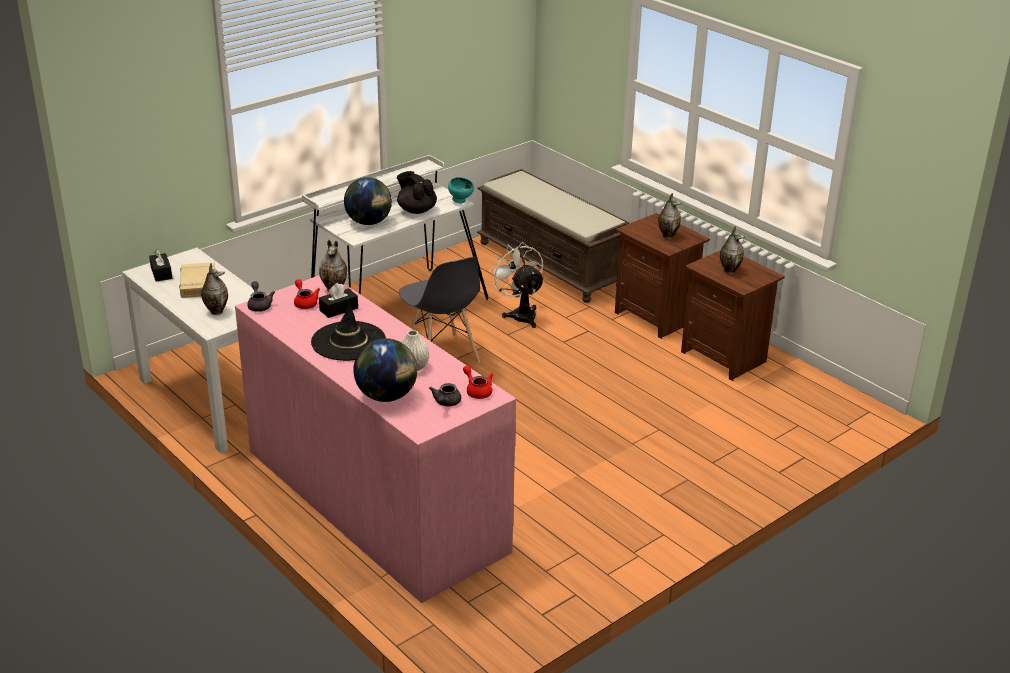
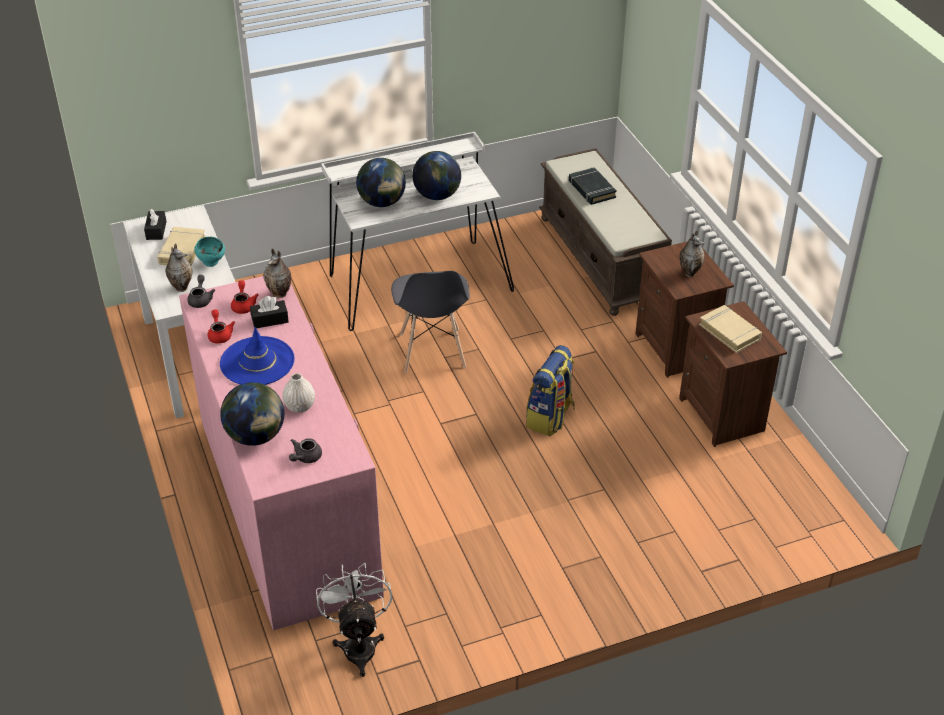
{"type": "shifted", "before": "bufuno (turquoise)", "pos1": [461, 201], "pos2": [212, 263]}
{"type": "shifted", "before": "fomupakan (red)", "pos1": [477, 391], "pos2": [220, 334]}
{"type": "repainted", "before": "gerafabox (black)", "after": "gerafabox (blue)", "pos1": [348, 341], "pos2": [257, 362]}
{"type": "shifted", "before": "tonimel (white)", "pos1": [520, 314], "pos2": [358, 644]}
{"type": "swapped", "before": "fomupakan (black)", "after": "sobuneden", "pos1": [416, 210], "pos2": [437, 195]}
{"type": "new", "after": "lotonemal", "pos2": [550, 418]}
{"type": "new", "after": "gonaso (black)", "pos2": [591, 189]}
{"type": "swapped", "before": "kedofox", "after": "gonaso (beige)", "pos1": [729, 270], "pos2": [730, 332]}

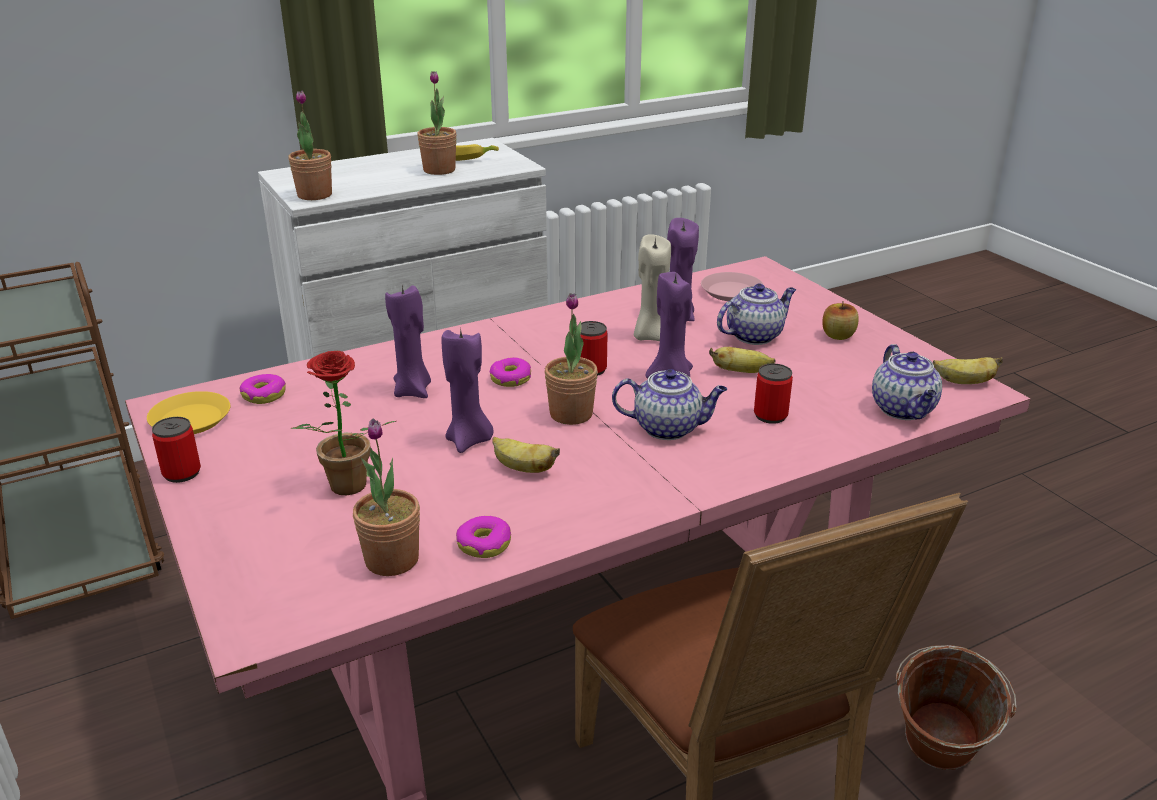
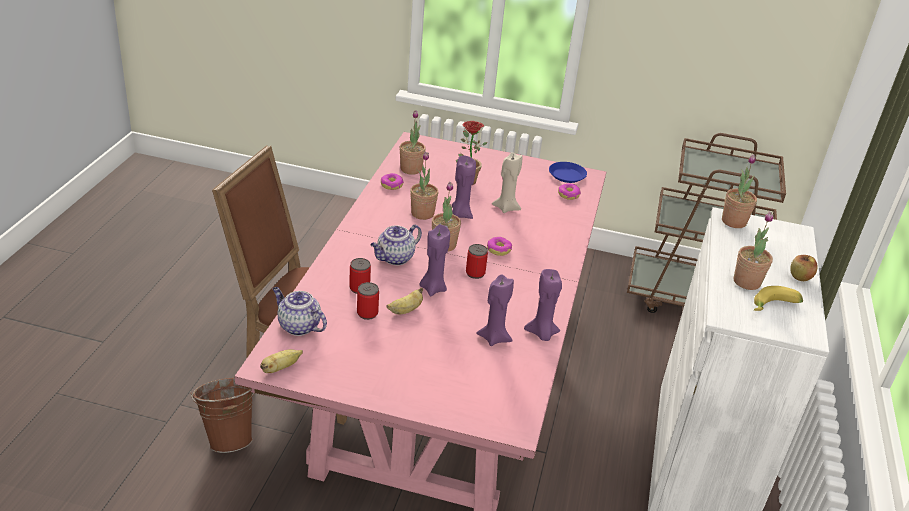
{"type": "shifted", "before": "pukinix", "pos1": [182, 473], "pos2": [367, 313]}
{"type": "swapped", "before": "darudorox", "after": "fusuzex", "pos1": [522, 468], "pos2": [422, 213]}
{"type": "shifted", "before": "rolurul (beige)", "pos1": [650, 336], "pos2": [506, 208]}
{"type": "shifted", "before": "rolurul (purple)", "pos1": [413, 391], "pos2": [542, 334]}
{"type": "repainted", "before": "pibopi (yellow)", "after": "pibopi (blue)", "pos1": [191, 420], "pos2": [566, 175]}
{"type": "shifted", "before": "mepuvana", "pos1": [838, 336], "pos2": [800, 277]}
{"type": "gone", "before": "pibopi (pink)", "pos1": [731, 292]}
{"type": "gone", "before": "fomupakan", "pos1": [754, 336]}

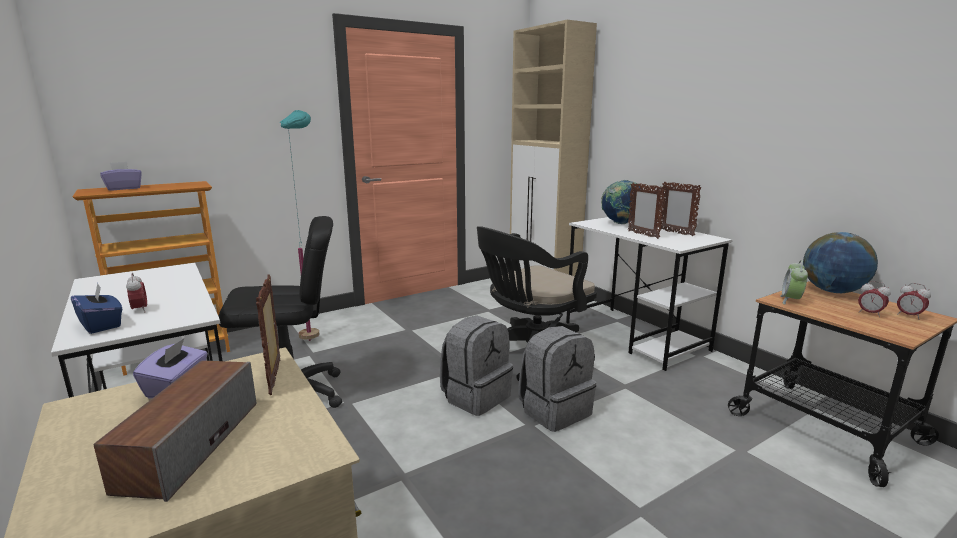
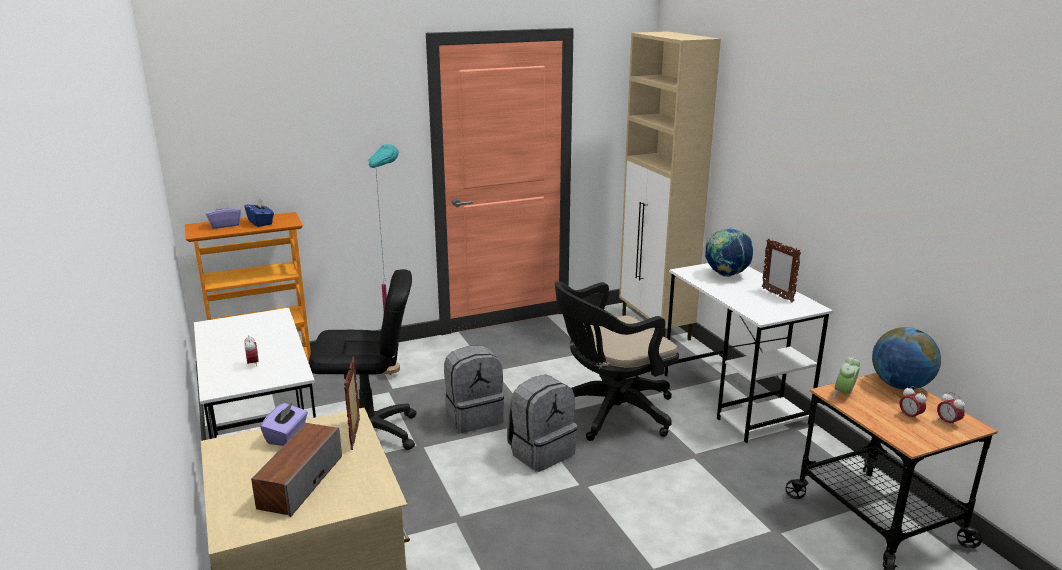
{"type": "shifted", "before": "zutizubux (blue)", "pos1": [101, 324], "pos2": [261, 222]}
{"type": "shifted", "before": "lotonemal (grey)", "pos1": [554, 410], "pos2": [474, 417]}
{"type": "gone", "before": "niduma", "pos1": [643, 235]}

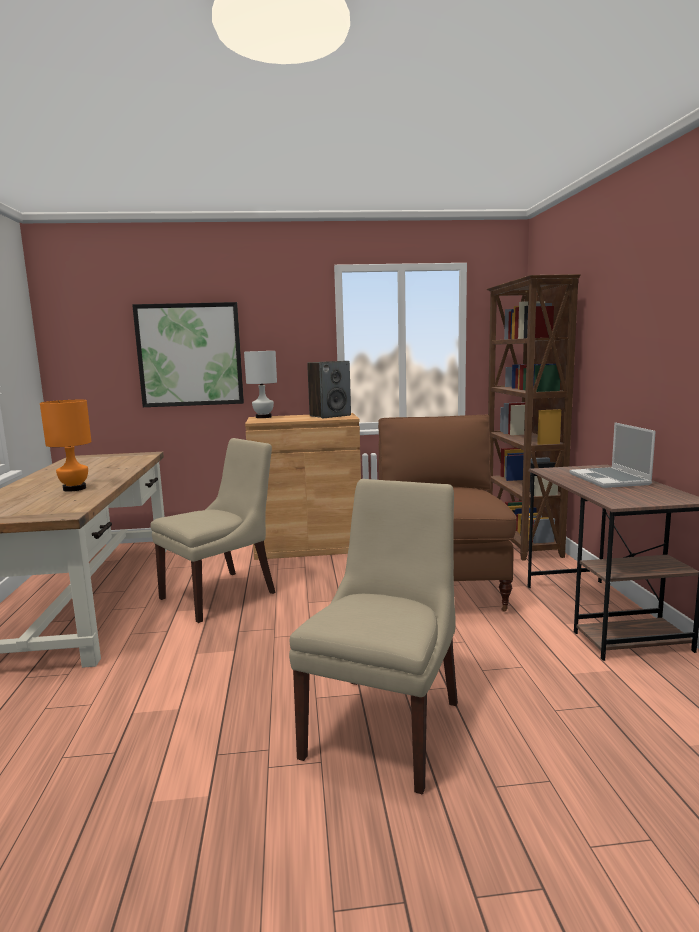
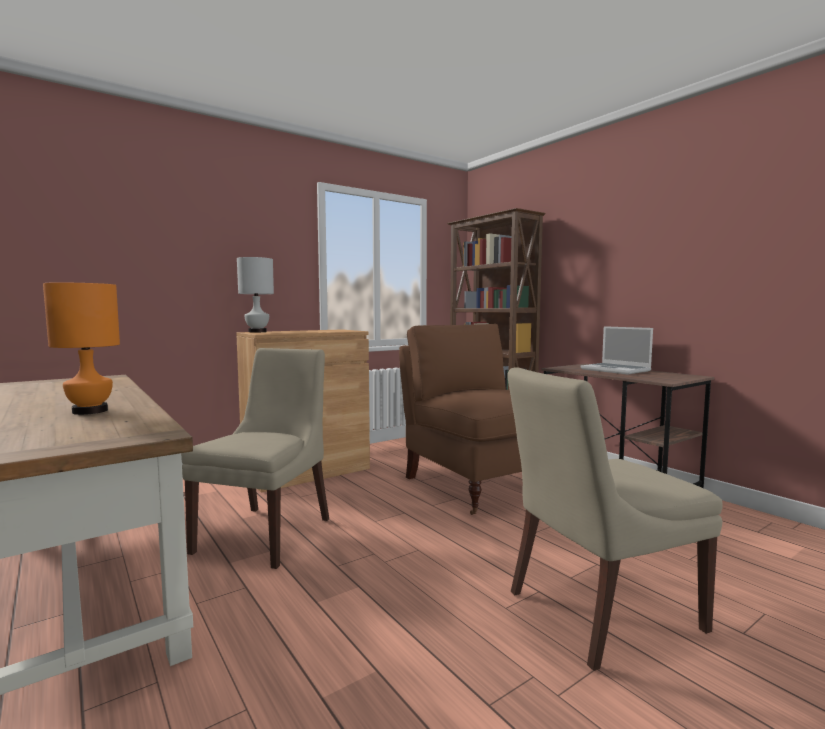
{"type": "rotated", "before": "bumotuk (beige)", "pos1": [385, 725], "pos2": [598, 612], "turn": -105}
{"type": "gone", "before": "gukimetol", "pos1": [190, 355]}
{"type": "gone", "before": "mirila", "pos1": [330, 416]}

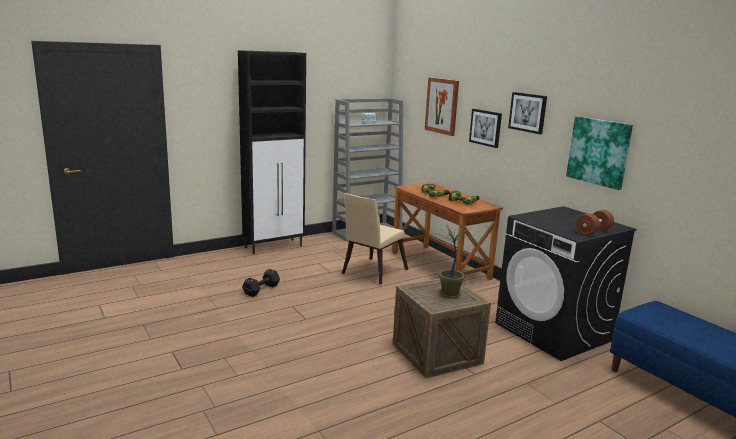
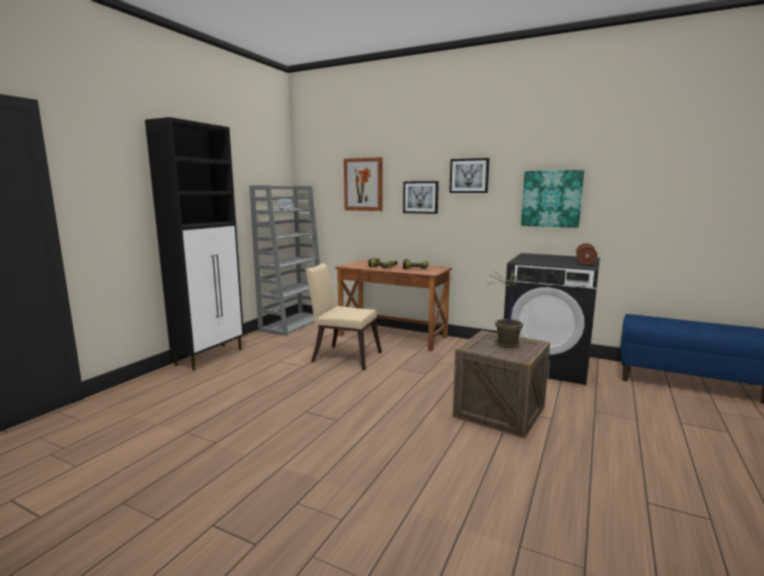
{"type": "rotated", "before": "bumotuk (beige)", "pos1": [371, 272], "pos2": [343, 356], "turn": 105}
{"type": "gone", "before": "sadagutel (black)", "pos1": [260, 290]}

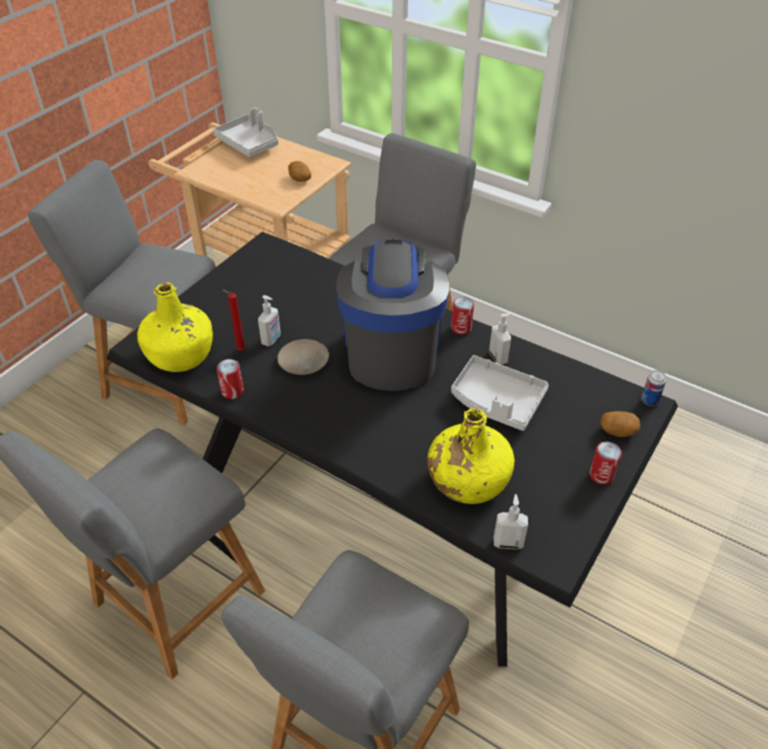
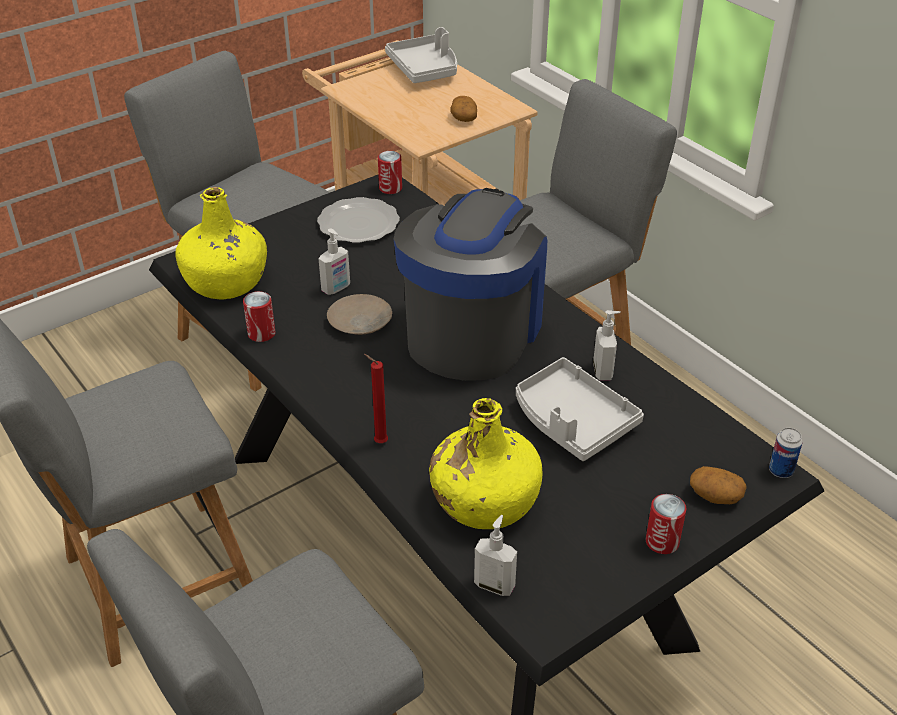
{"type": "new", "after": "pibopi", "pos2": [357, 223]}
{"type": "shifted", "before": "rolurul (red)", "pos1": [239, 350], "pos2": [378, 442]}
{"type": "shifted", "before": "pukinix", "pos1": [461, 328], "pos2": [390, 188]}

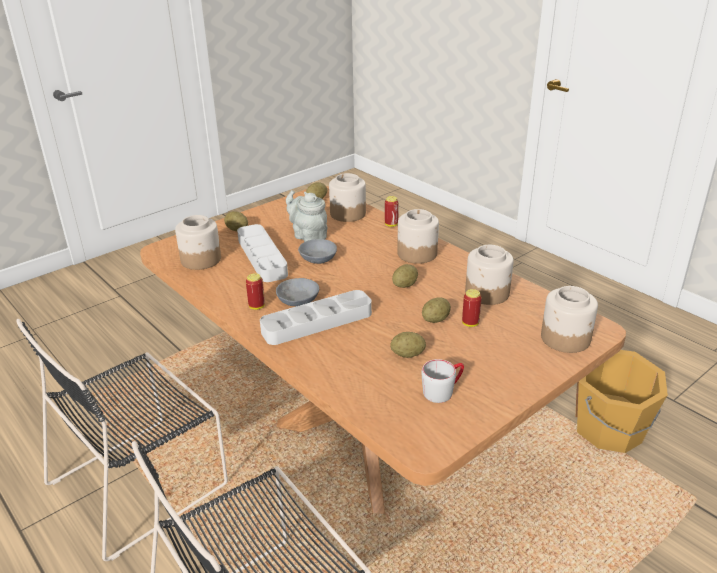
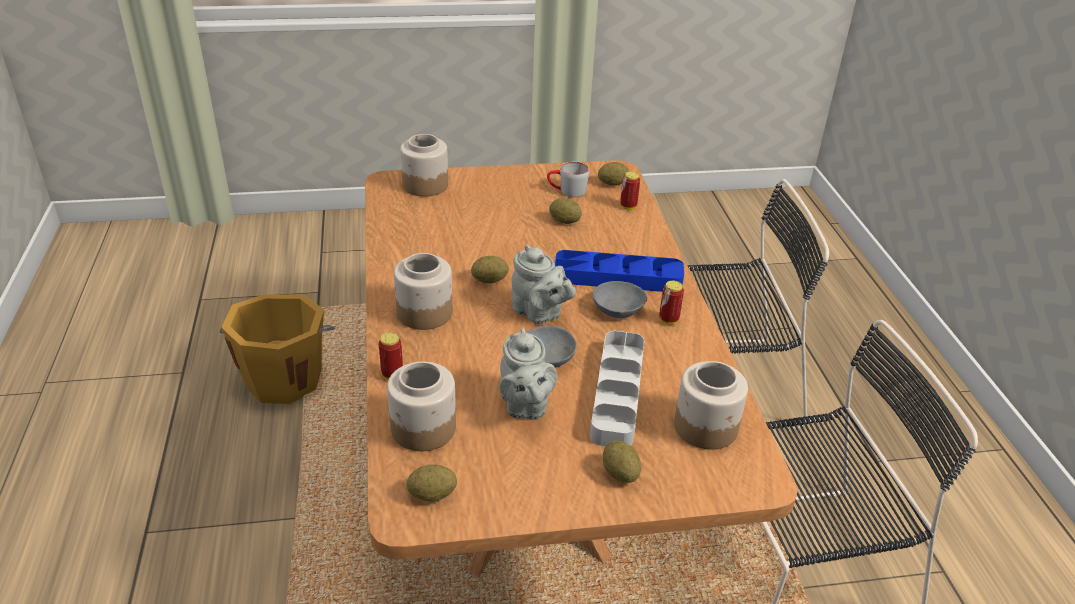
{"type": "new", "after": "fomupakan (grey)", "pos2": [539, 313]}
{"type": "repainted", "before": "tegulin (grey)", "after": "tegulin (blue)", "pos1": [317, 322], "pos2": [618, 277]}
{"type": "shifted", "before": "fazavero", "pos1": [435, 320], "pos2": [612, 184]}
{"type": "shifted", "before": "pukinix", "pos1": [470, 323], "pos2": [628, 207]}
{"type": "gone", "before": "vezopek", "pos1": [487, 293]}

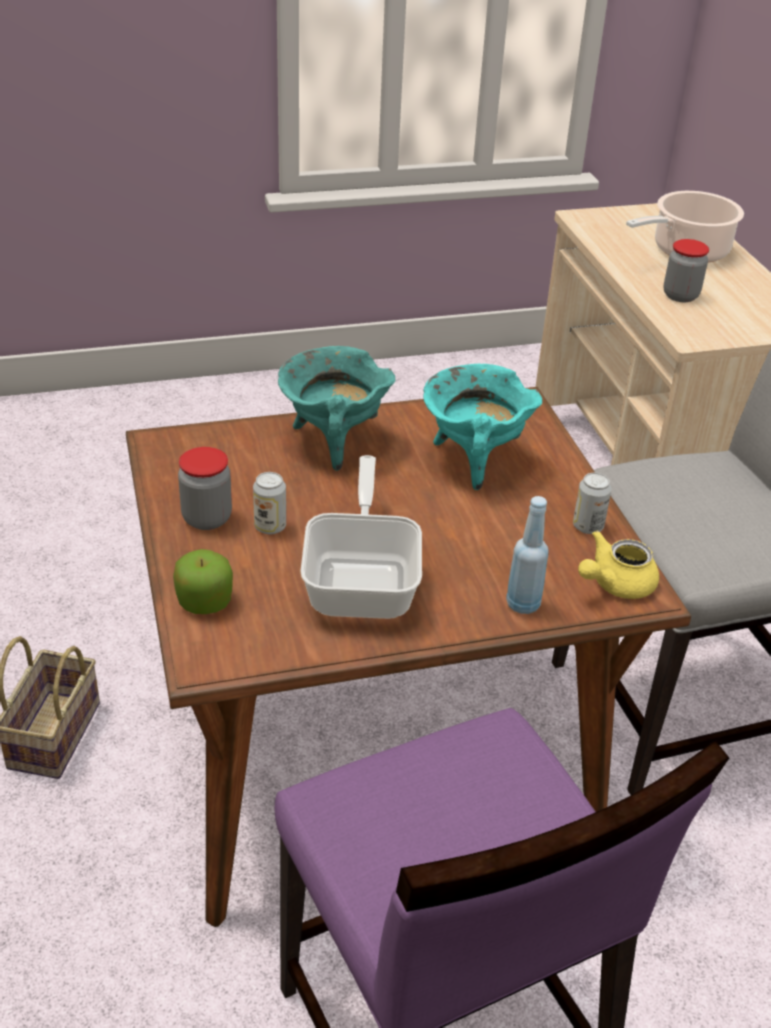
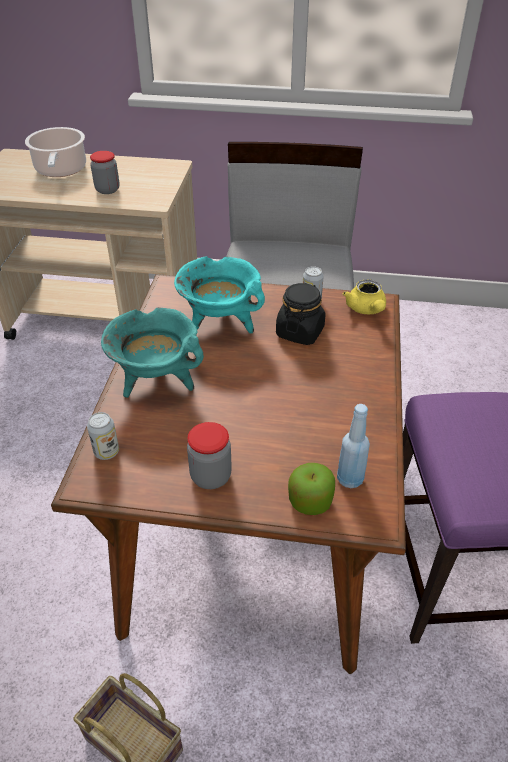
{"type": "shifted", "before": "pukinix", "pos1": [270, 527], "pos2": [106, 452]}
{"type": "new", "after": "vezopek (black)", "pos2": [300, 332]}
{"type": "shifted", "before": "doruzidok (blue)", "pos1": [523, 604], "pos2": [349, 479]}
{"type": "gone", "before": "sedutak", "pos1": [363, 580]}

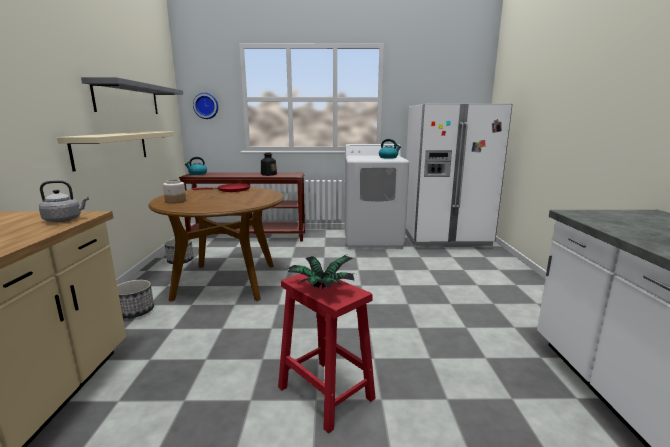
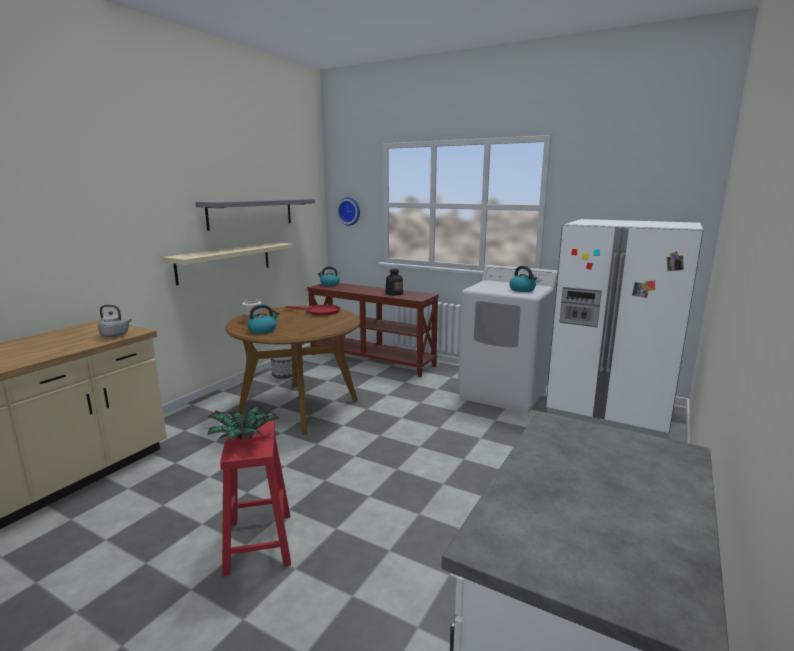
{"type": "new", "after": "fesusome", "pos2": [263, 330]}
{"type": "gone", "before": "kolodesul", "pos1": [136, 312]}

